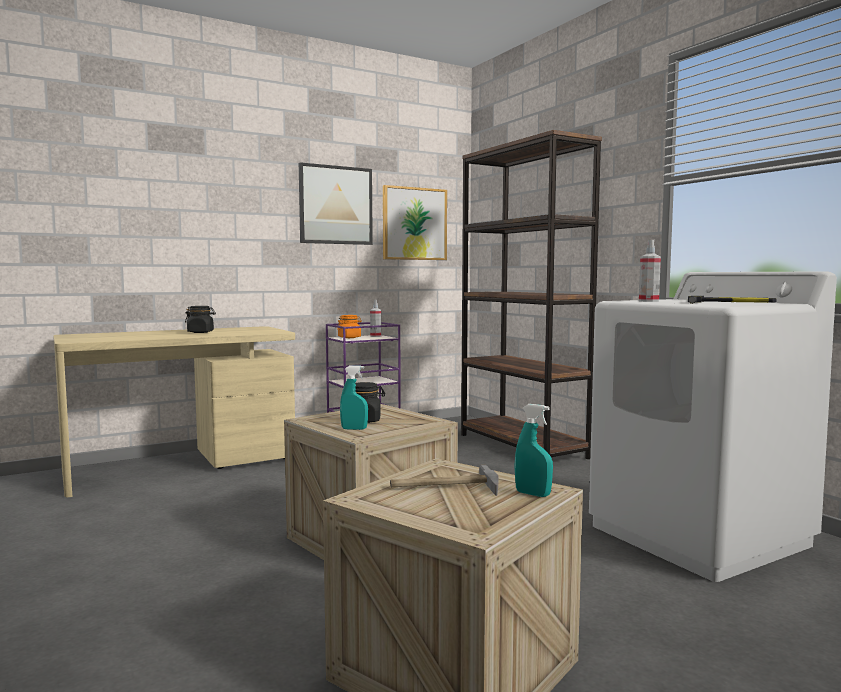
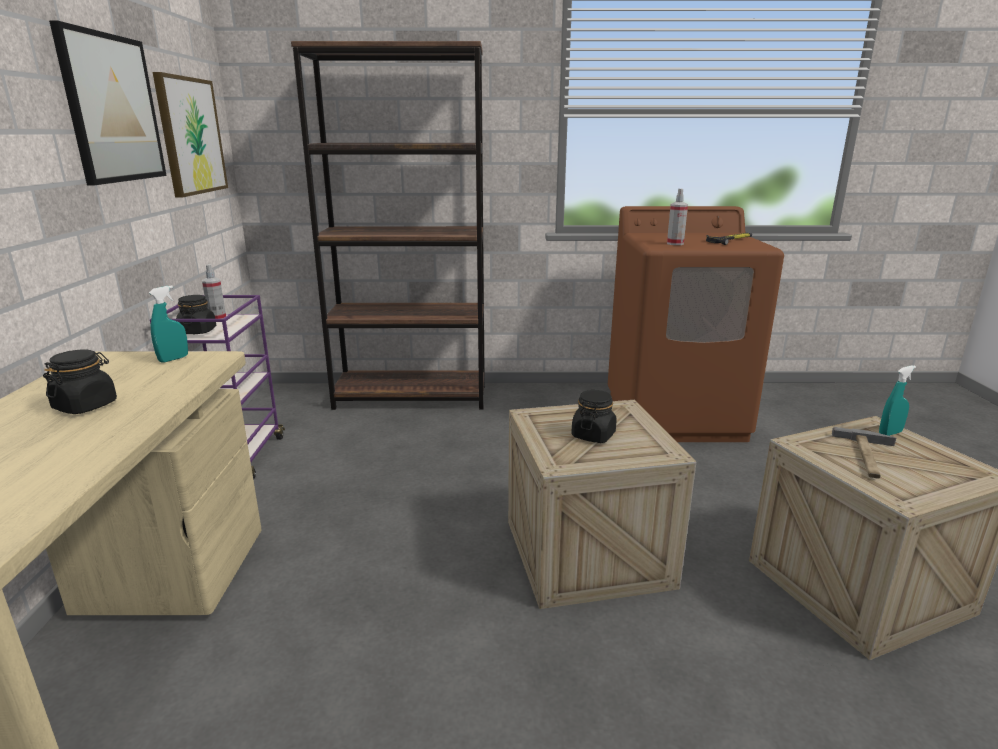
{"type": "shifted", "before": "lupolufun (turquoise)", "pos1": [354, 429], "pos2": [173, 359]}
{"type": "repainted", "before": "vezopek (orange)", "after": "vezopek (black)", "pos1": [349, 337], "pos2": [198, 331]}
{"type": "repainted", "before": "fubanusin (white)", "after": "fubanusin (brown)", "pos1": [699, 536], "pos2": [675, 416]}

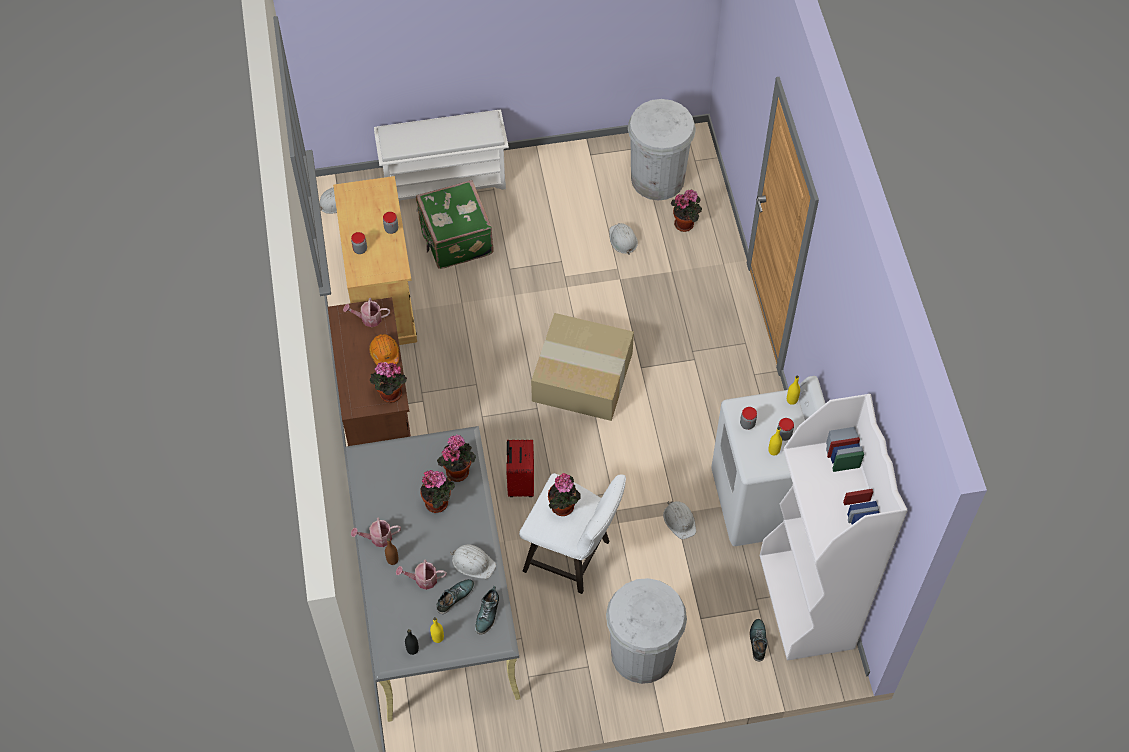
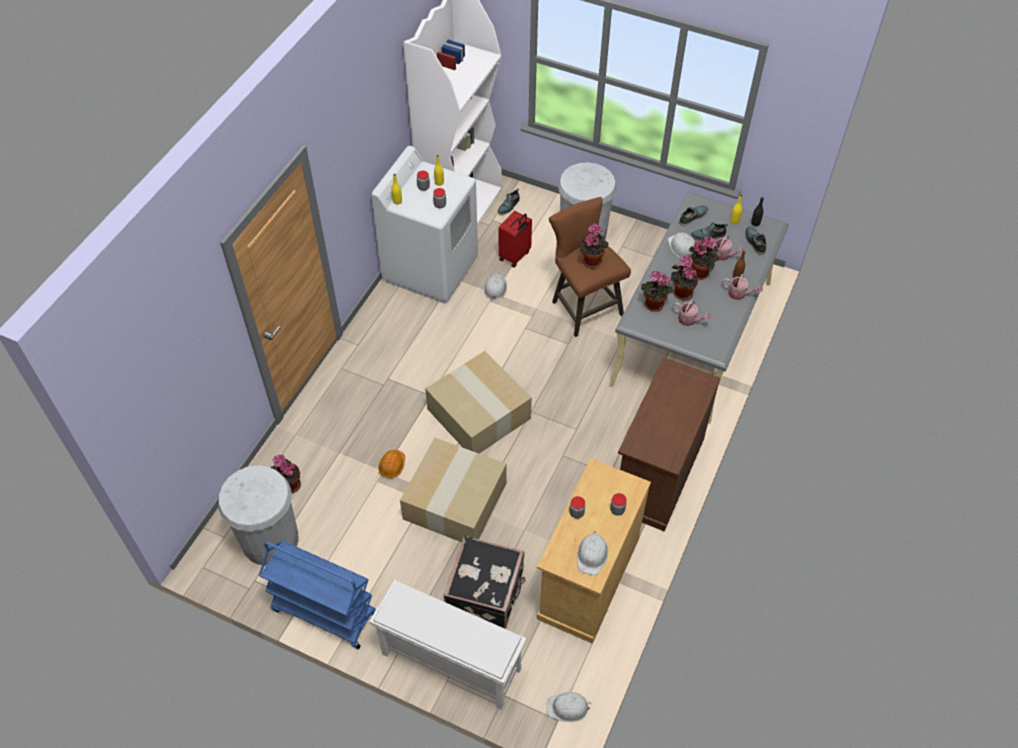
{"type": "new", "after": "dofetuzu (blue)", "pos2": [324, 612]}
{"type": "shifted", "before": "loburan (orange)", "pos1": [385, 354], "pos2": [392, 466]}
{"type": "new", "after": "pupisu", "pos2": [454, 499]}
{"type": "repainted", "before": "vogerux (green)", "after": "vogerux (black)", "pos1": [455, 239], "pos2": [486, 593]}
{"type": "shifted", "before": "vogerux (red)", "pos1": [519, 483], "pos2": [515, 256]}
{"type": "repainted", "before": "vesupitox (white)", "after": "vesupitox (brown)", "pos1": [573, 557], "pos2": [583, 305]}
{"type": "shifted", "before": "loburan (white)", "pos1": [622, 239], "pos2": [592, 554]}
{"type": "shifted", "before": "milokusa", "pos1": [368, 319], "pos2": [689, 320]}
{"type": "shifted", "before": "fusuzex", "pos1": [389, 395], "pos2": [700, 272]}
{"type": "new", "after": "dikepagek", "pos2": [754, 242]}

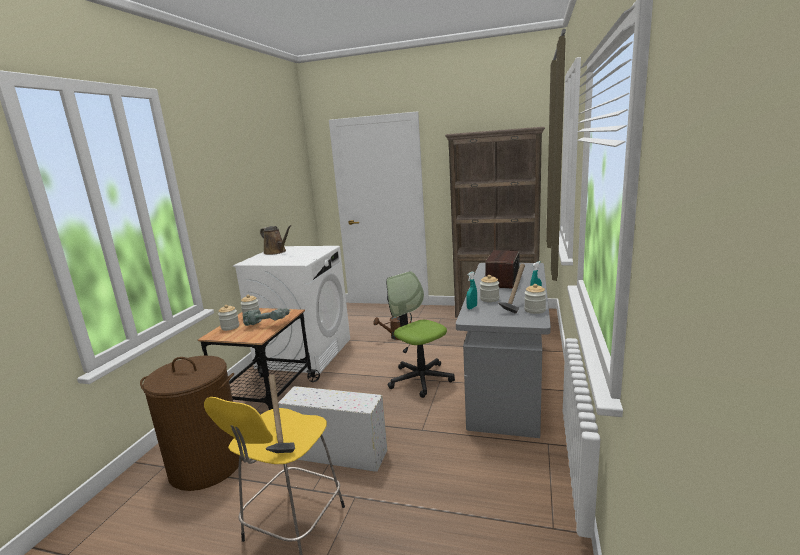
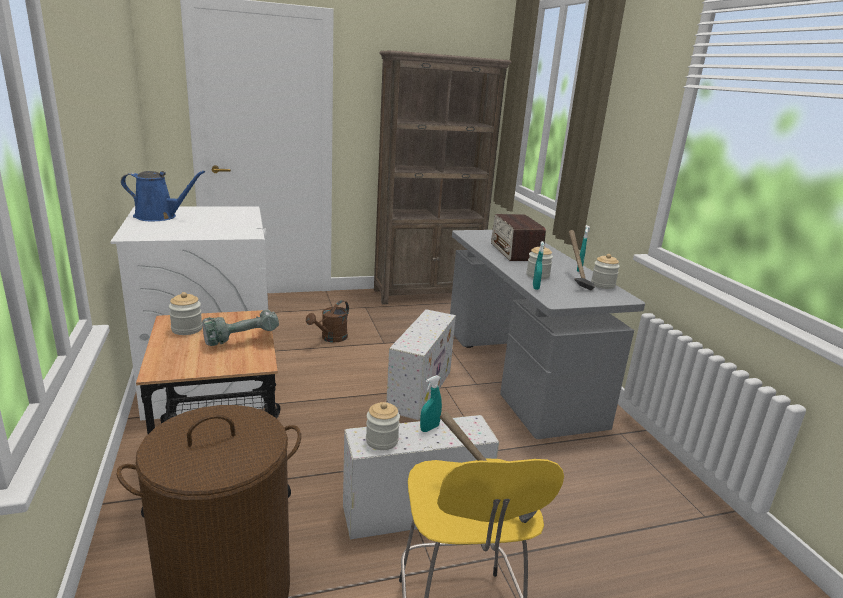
{"type": "repainted", "before": "milokusa (brown)", "after": "milokusa (blue)", "pos1": [276, 252], "pos2": [159, 217]}
{"type": "shifted", "before": "vezopek", "pos1": [230, 327], "pos2": [382, 441]}
{"type": "swapped", "before": "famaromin", "after": "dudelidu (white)", "pos1": [420, 379], "pos2": [420, 389]}
{"type": "new", "after": "lupolufun (turquoise)", "pos2": [429, 428]}

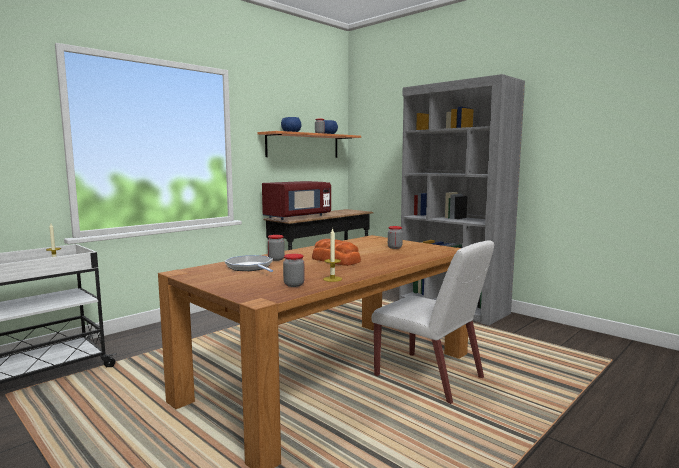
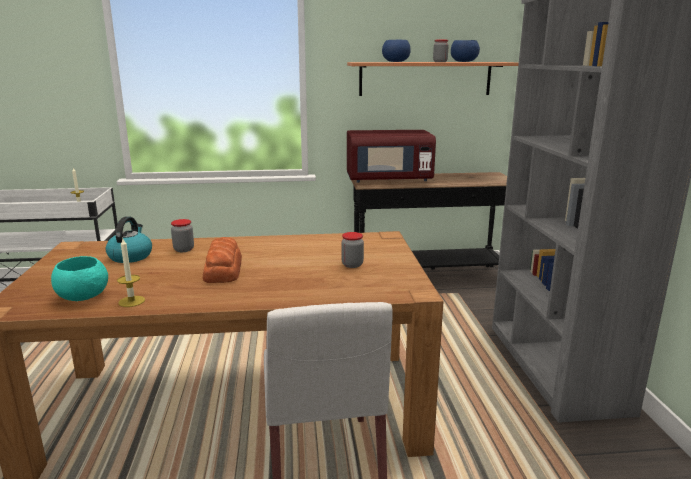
{"type": "swapped", "before": "vezopek", "after": "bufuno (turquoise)", "pos1": [294, 284], "pos2": [82, 297]}
{"type": "swapped", "before": "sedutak", "after": "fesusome", "pos1": [250, 267], "pos2": [130, 256]}

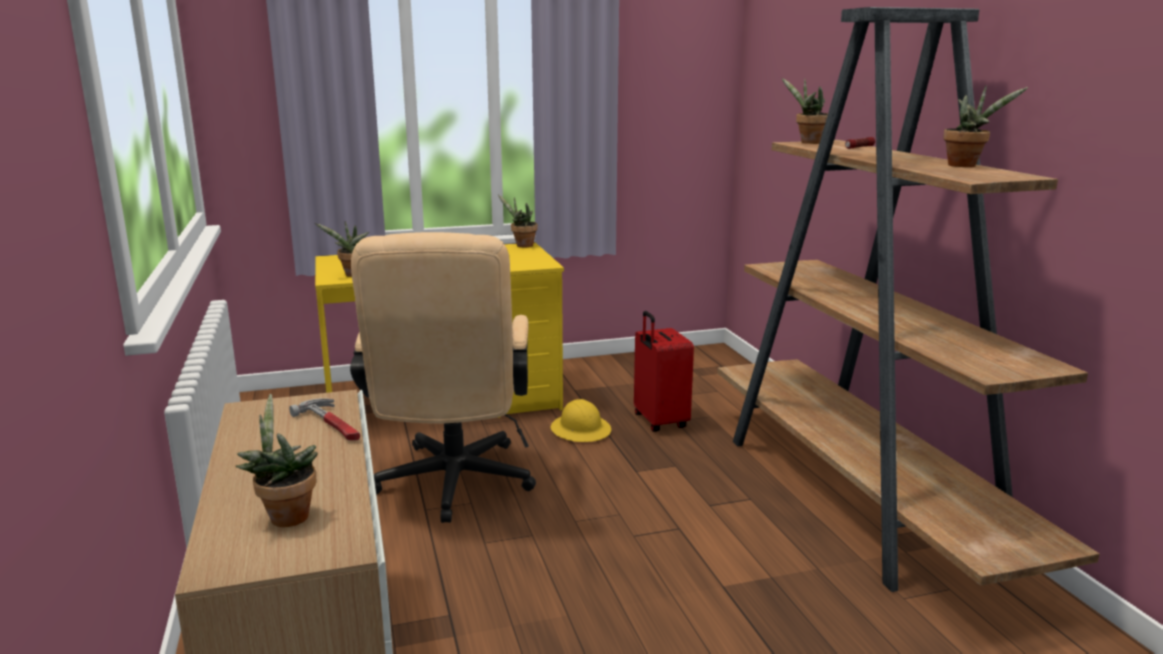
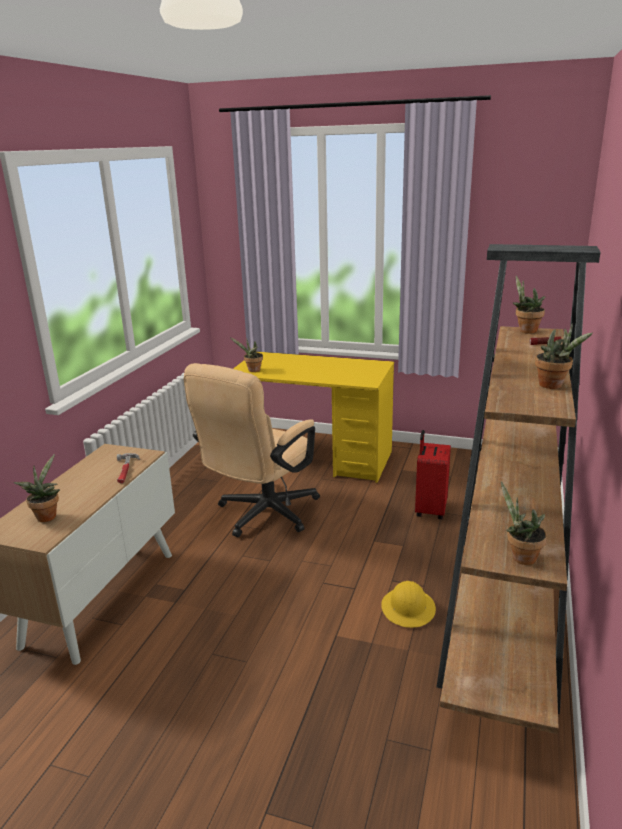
{"type": "shifted", "before": "loburan (yellow)", "pos1": [581, 430], "pos2": [408, 608]}
{"type": "shifted", "before": "fusuzex", "pos1": [522, 245], "pos2": [520, 557]}

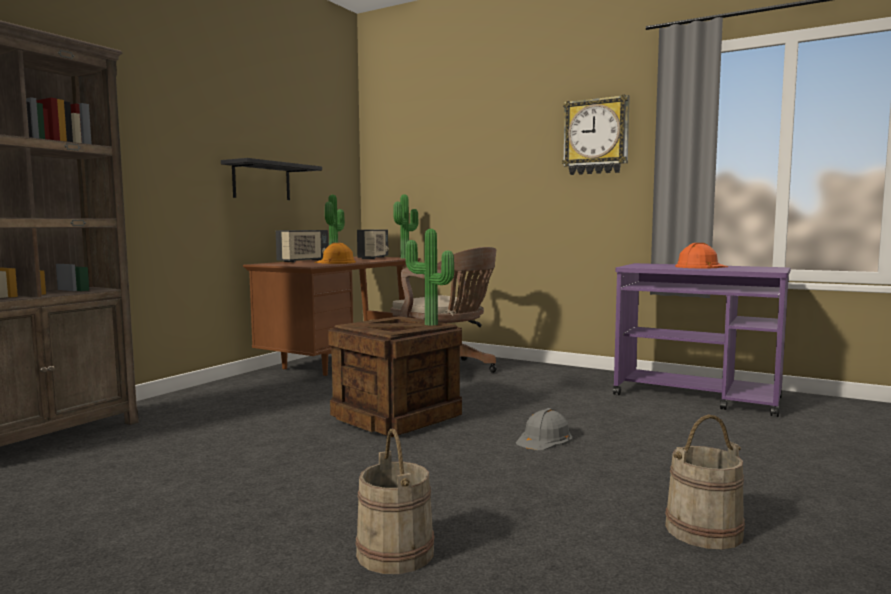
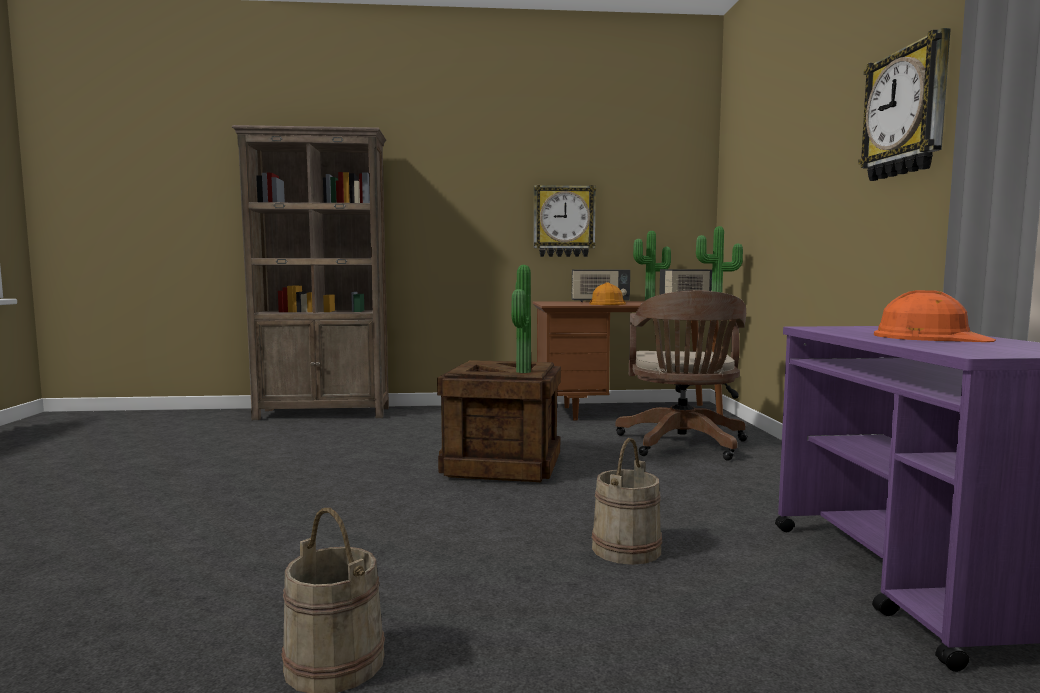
{"type": "swapped", "before": "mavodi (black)", "after": "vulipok", "pos1": [261, 181], "pos2": [564, 221]}
{"type": "shifted", "before": "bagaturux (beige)", "pos1": [396, 552], "pos2": [627, 549]}
{"type": "gone", "before": "loburan (grey)", "pos1": [544, 439]}

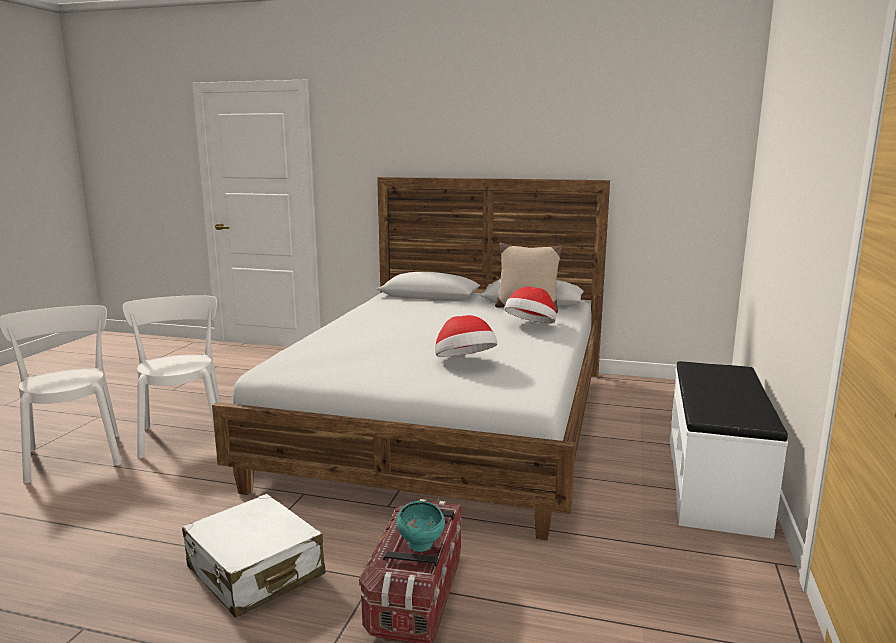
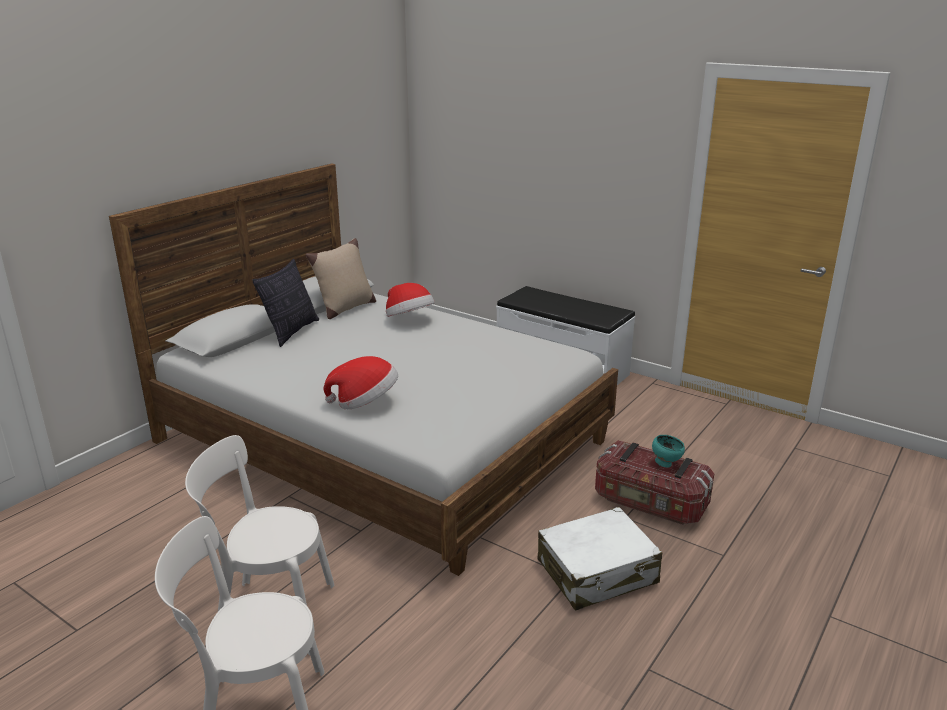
{"type": "new", "after": "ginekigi", "pos2": [291, 332]}
{"type": "shifted", "before": "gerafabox", "pos1": [464, 363], "pos2": [365, 402]}

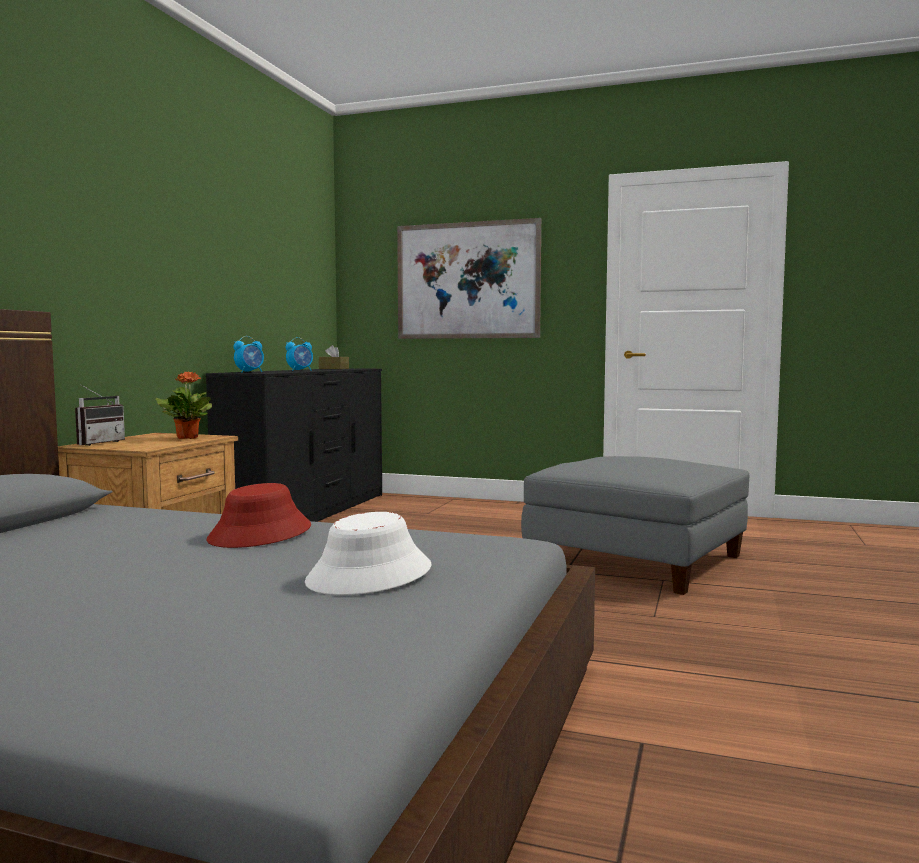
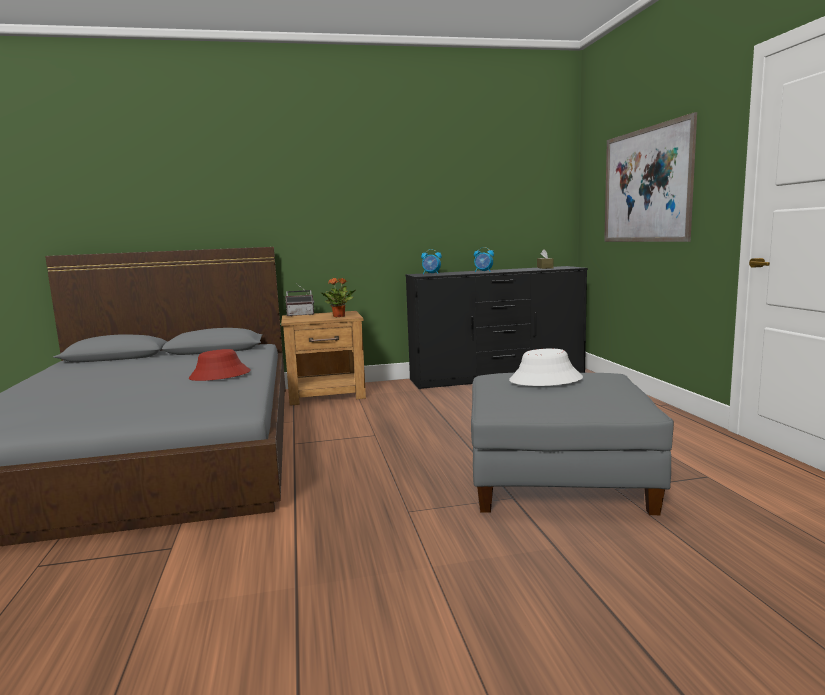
{"type": "shifted", "before": "gerafabox (white)", "pos1": [370, 575], "pos2": [545, 380]}

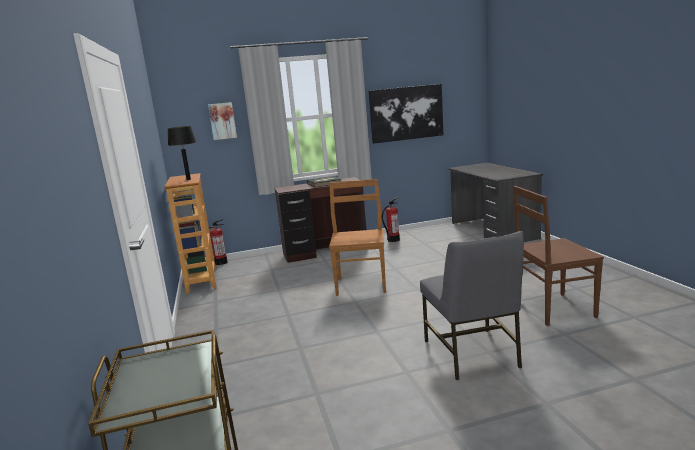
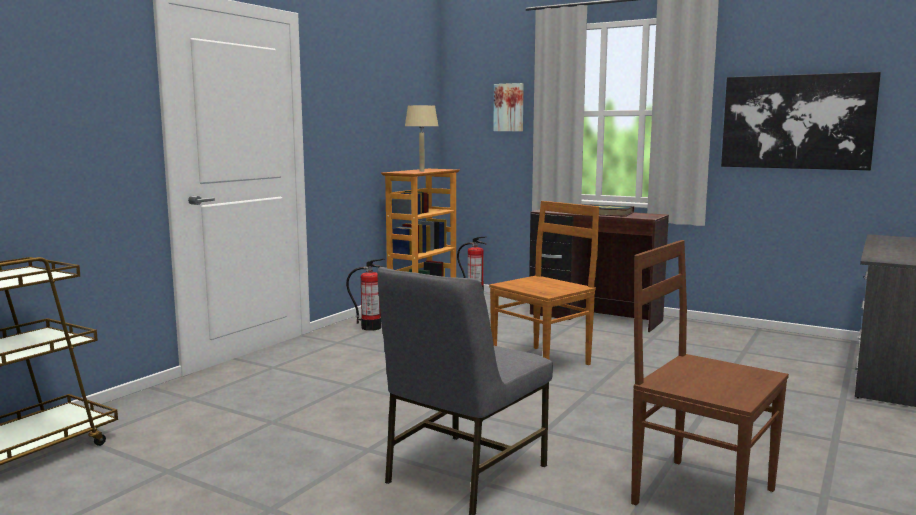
{"type": "shifted", "before": "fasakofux", "pos1": [393, 240], "pos2": [371, 327]}
{"type": "repainted", "before": "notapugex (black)", "after": "notapugex (beige)", "pos1": [188, 179], "pos2": [422, 171]}

